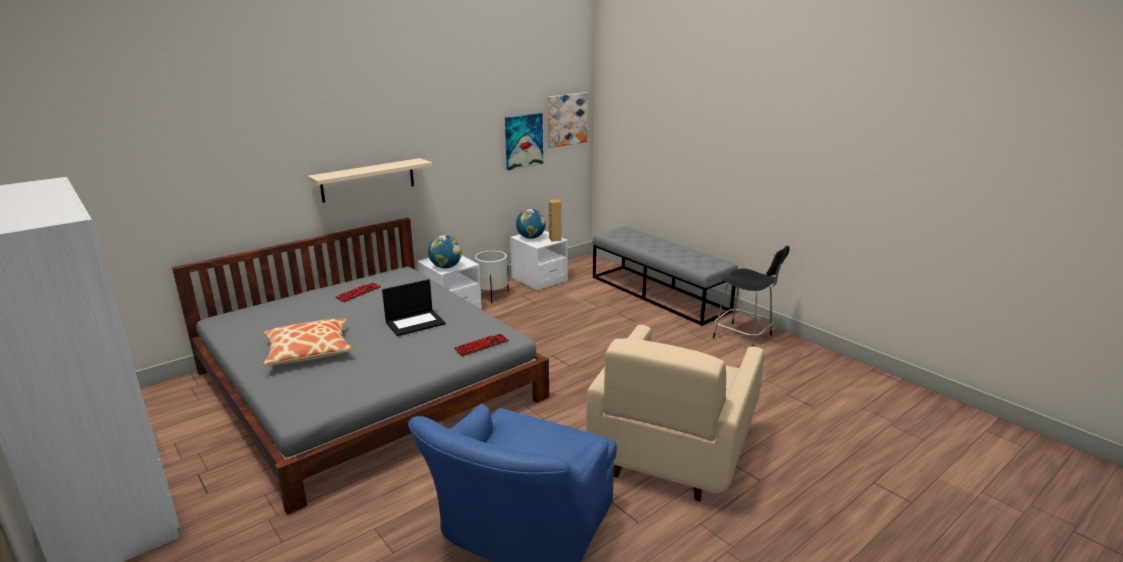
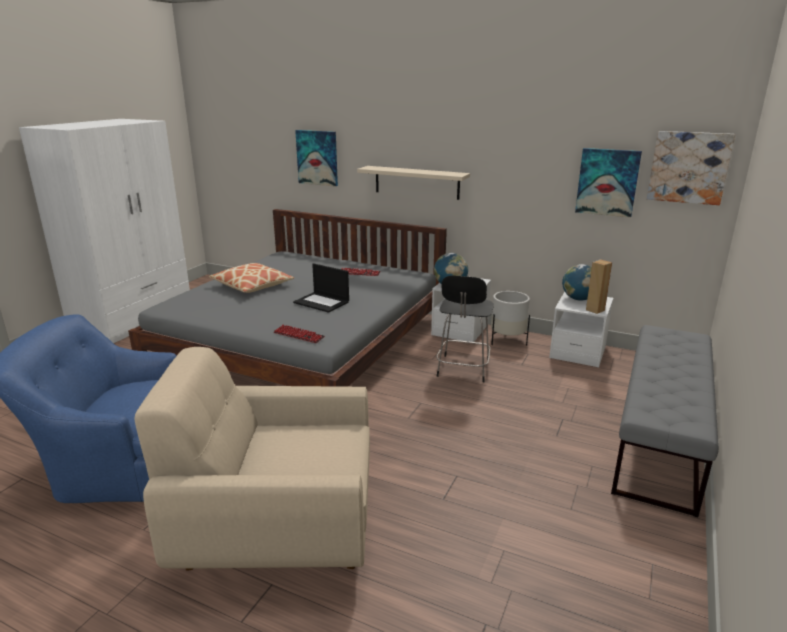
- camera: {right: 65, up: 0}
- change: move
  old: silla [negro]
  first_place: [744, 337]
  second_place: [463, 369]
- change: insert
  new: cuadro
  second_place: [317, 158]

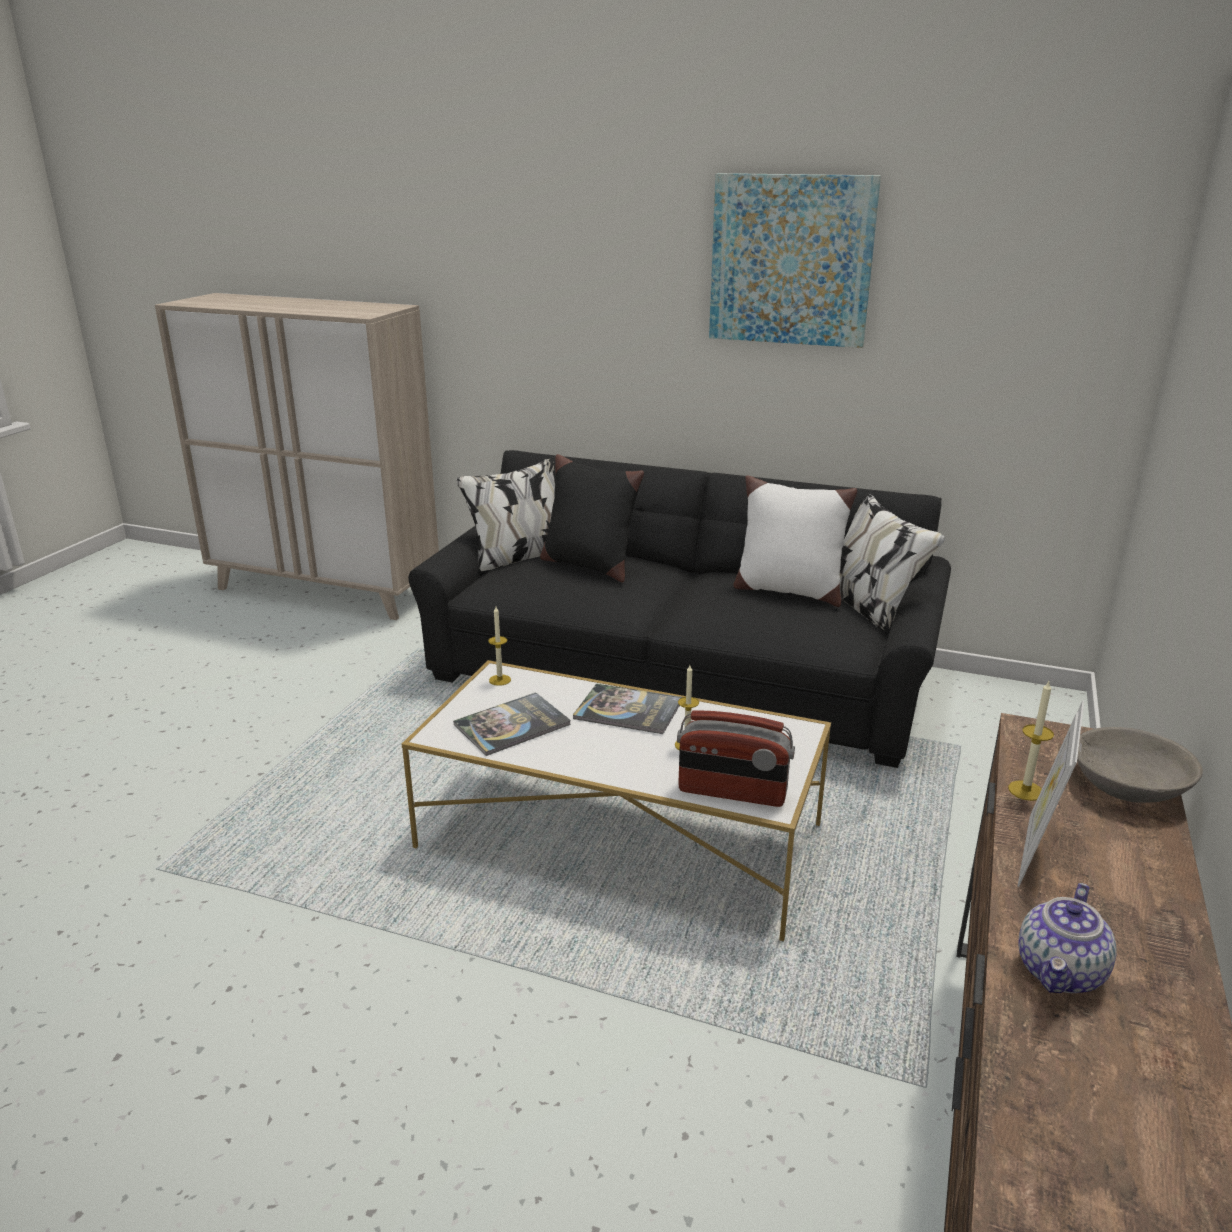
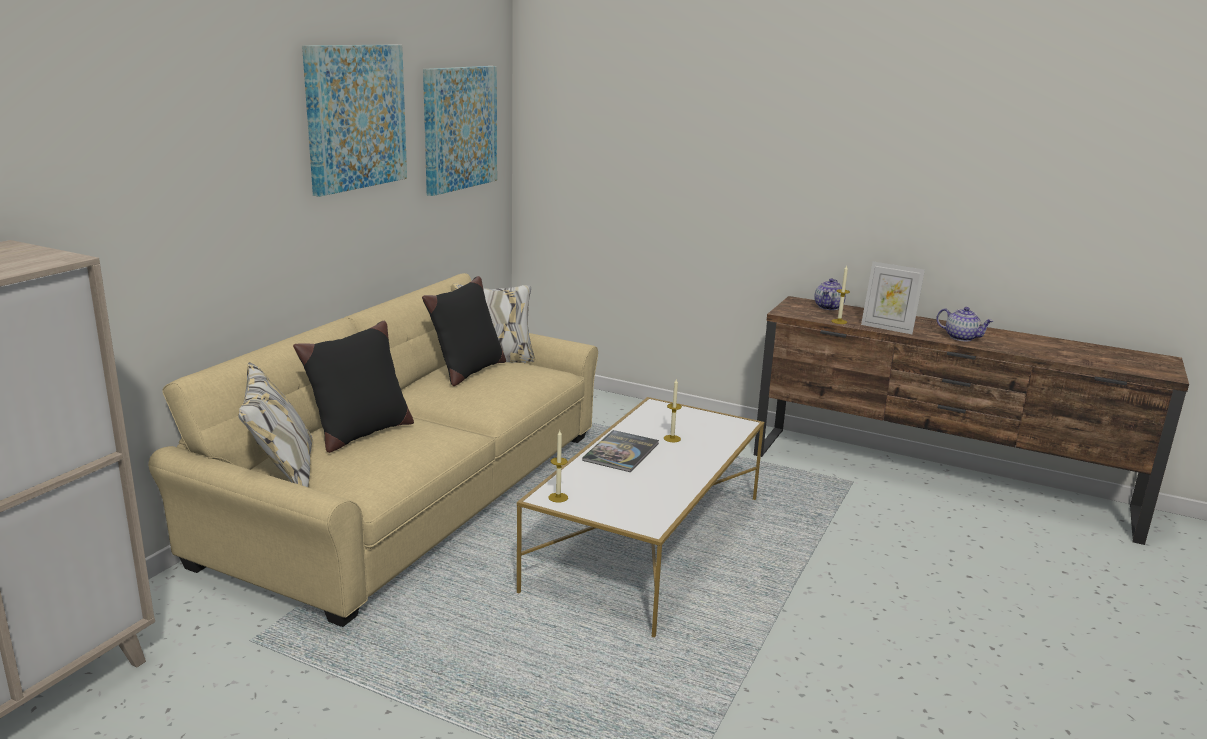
- camera: {right: -85, up: -5}
- change: recolor
  old: sofá [negro]
  new: sofá [beis]
  first_place: [679, 675]
  second_place: [414, 493]
- change: delete
  old: libro
  first_place: [512, 725]
- change: delete
  old: radio
  first_place: [732, 792]
- change: recolor
  old: cojín [blanco]
  new: cojín [negro]
  first_place: [788, 591]
  second_place: [467, 372]
- change: replace
  old: cuenco [gris]
  new: tetera
  first_place: [1129, 785]
  second_place: [829, 307]
- change: insert
  new: cuadro
  second_place: [459, 128]

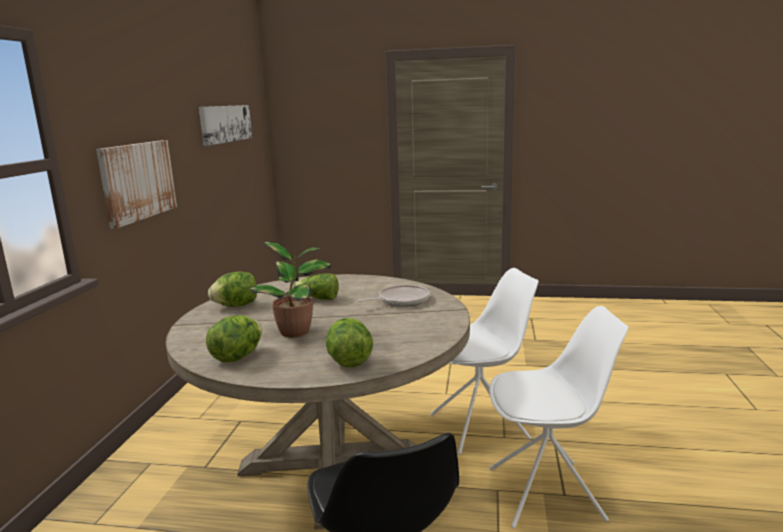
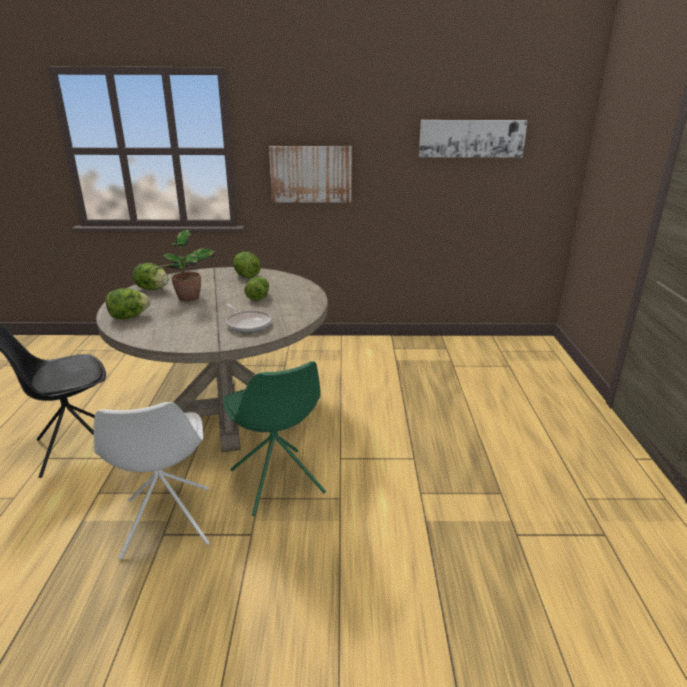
- camera: {right: 80, up: 10}
- change: recolor
  old: silla [blanco]
  new: silla [verde]
  first_place: [481, 426]
  second_place: [277, 482]

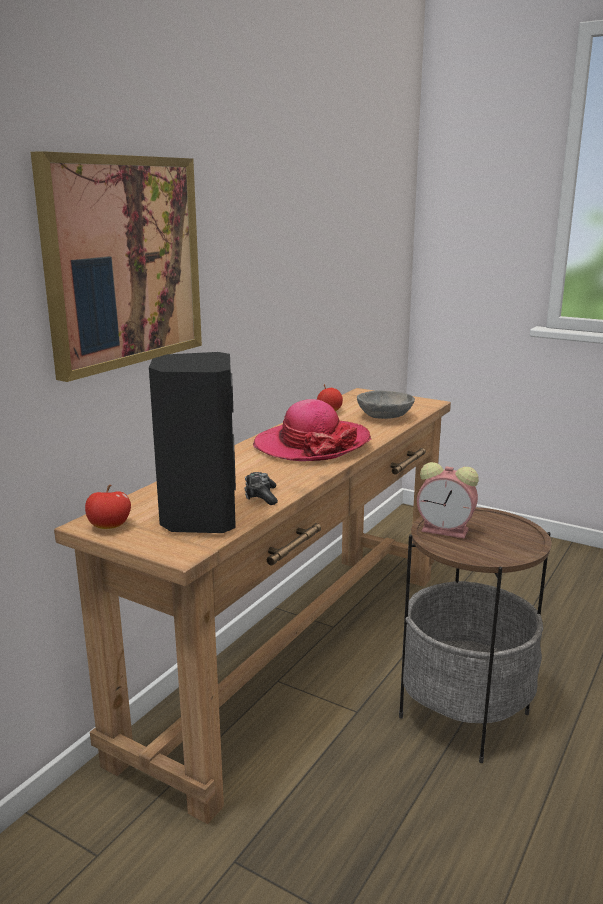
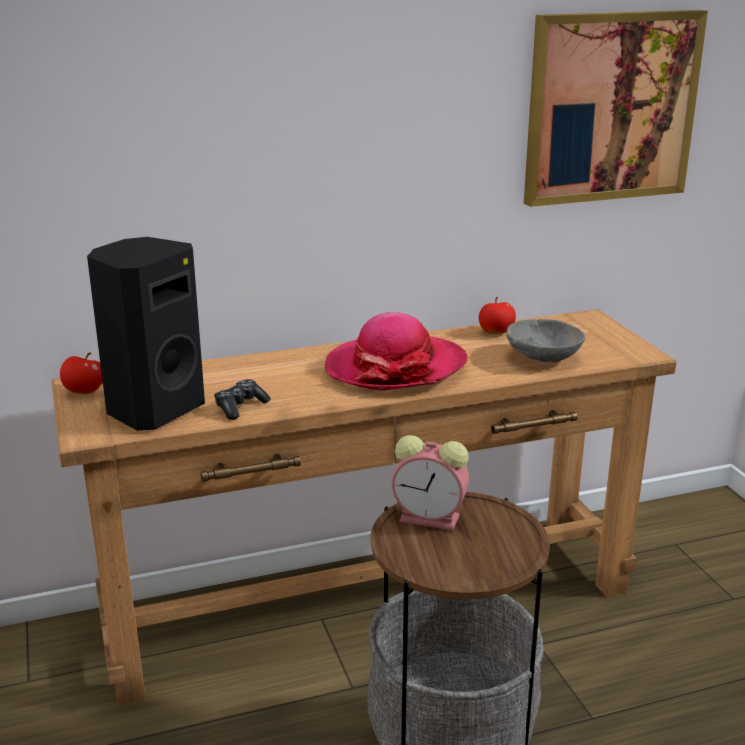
- camera: {right: 40, up: 5}
- change: move
  old: cuadro
  first_place: [123, 262]
  second_place: [610, 107]
- change: rotate
  old: despertador
  first_place: [447, 530]
  second_place: [432, 518]
  degrees: -45

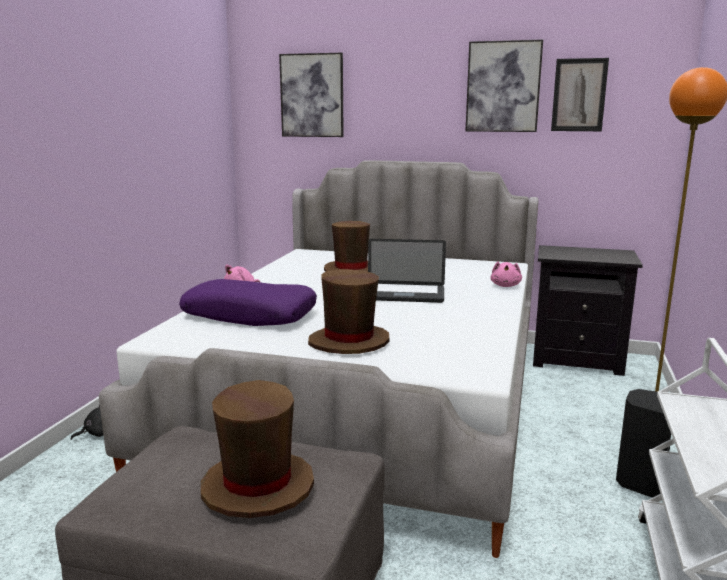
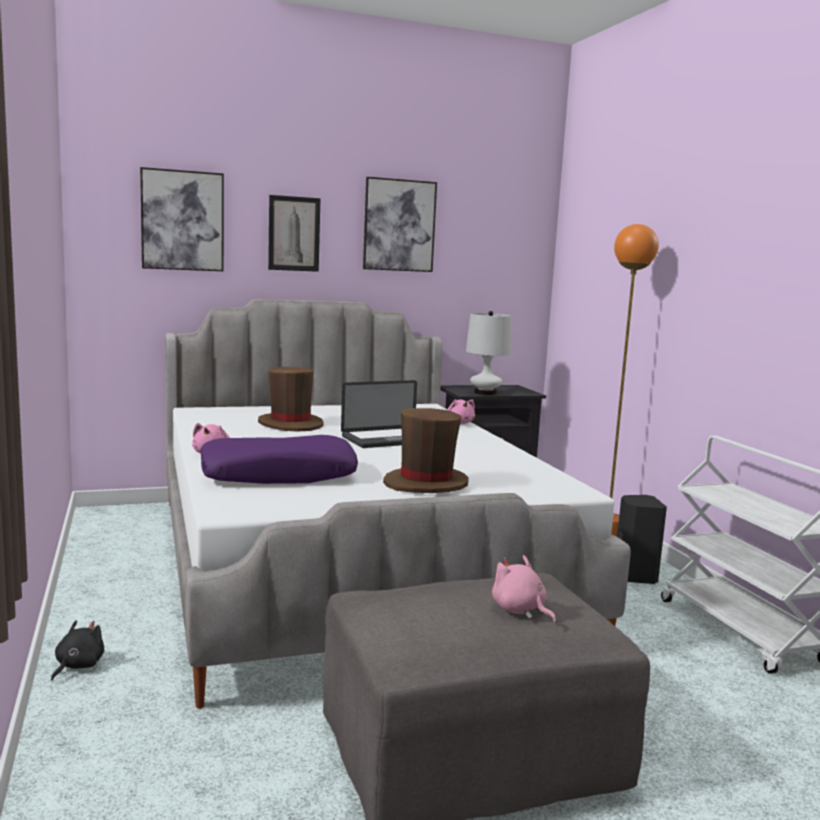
- camera: {right: -35, up: -5}
- change: replace
  old: sombrero [marrón]
  new: peluche [rosa]
  first_place: [257, 486]
  second_place: [520, 610]
- change: move
  old: cuadro
  first_place: [579, 95]
  second_place: [294, 233]
- change: insert
  new: lámpara de mesa [blanco]
  second_place: [485, 393]

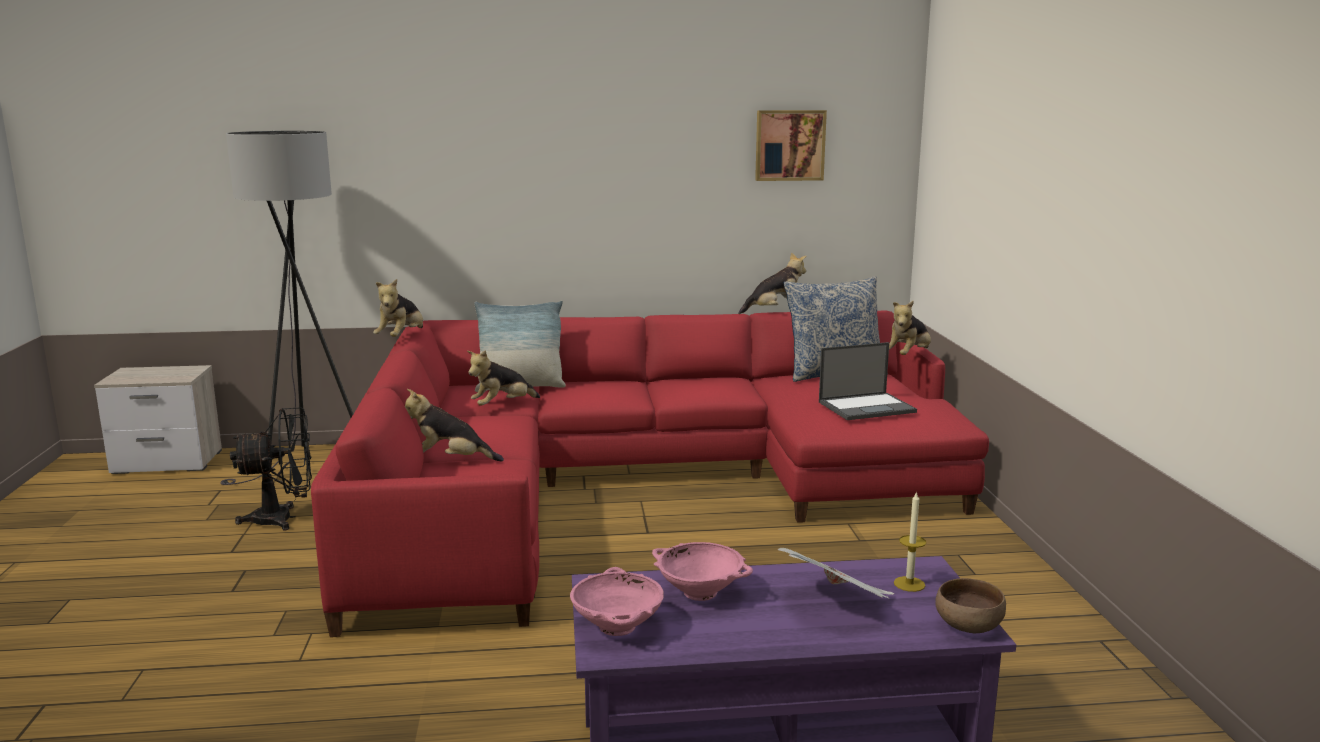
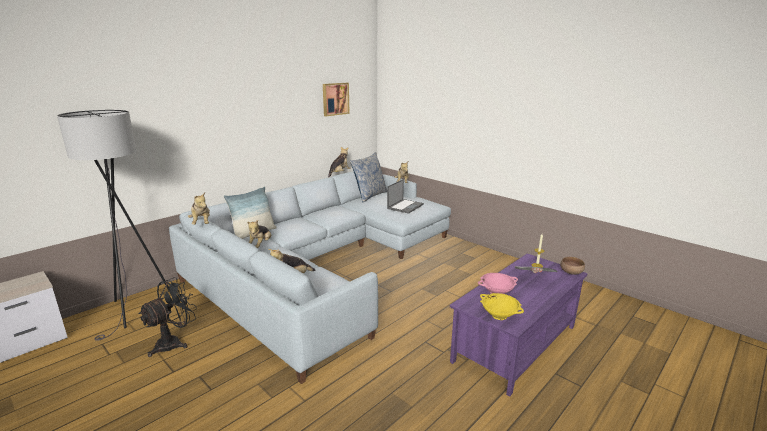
- camera: {right: -40, up: 5}
- change: recolor
  old: sofá [rojo]
  new: sofá [gris]
  first_place: [638, 486]
  second_place: [323, 264]
- change: recolor
  old: cuenco [rosa]
  new: cuenco [amarillo]
  first_place: [617, 626]
  second_place: [499, 315]

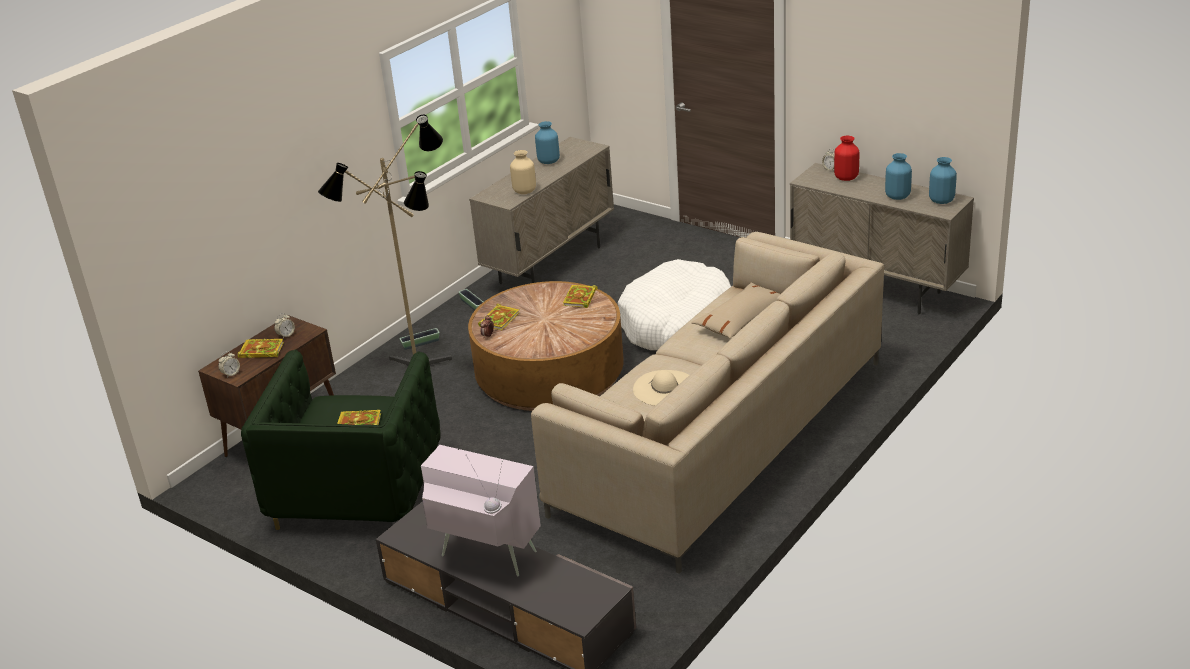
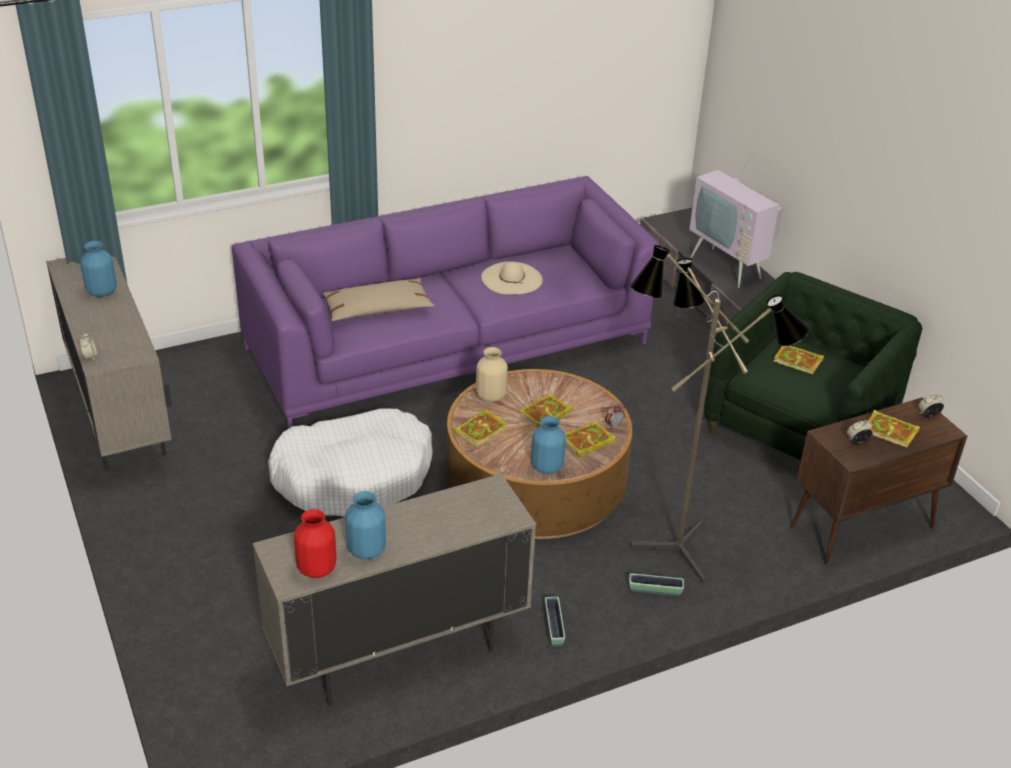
- camera: {right: -155, up: 5}
- change: move
  old: florero [beis]
  first_place: [525, 191]
  second_place: [490, 396]
- change: recolor
  old: sofá [beis]
  new: sofá [morado]
  first_place: [721, 435]
  second_place: [448, 346]
- change: move
  old: florero [rojo]
  first_place: [846, 178]
  second_place: [316, 568]
- change: move
  old: florero [azul]
  first_place: [941, 200]
  second_place: [547, 467]
- change: insert
  new: libro
  second_place: [544, 414]

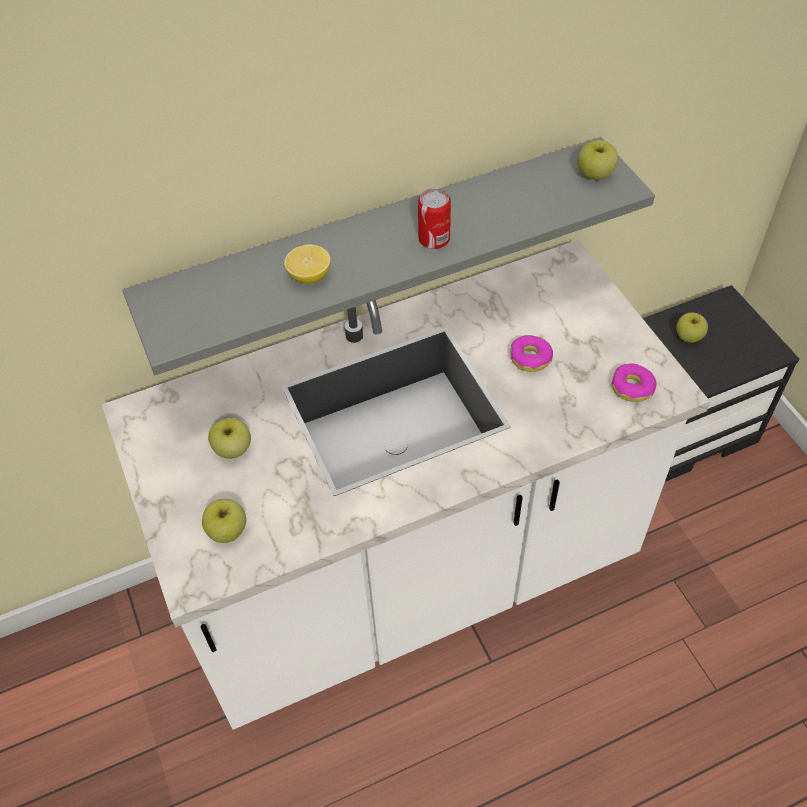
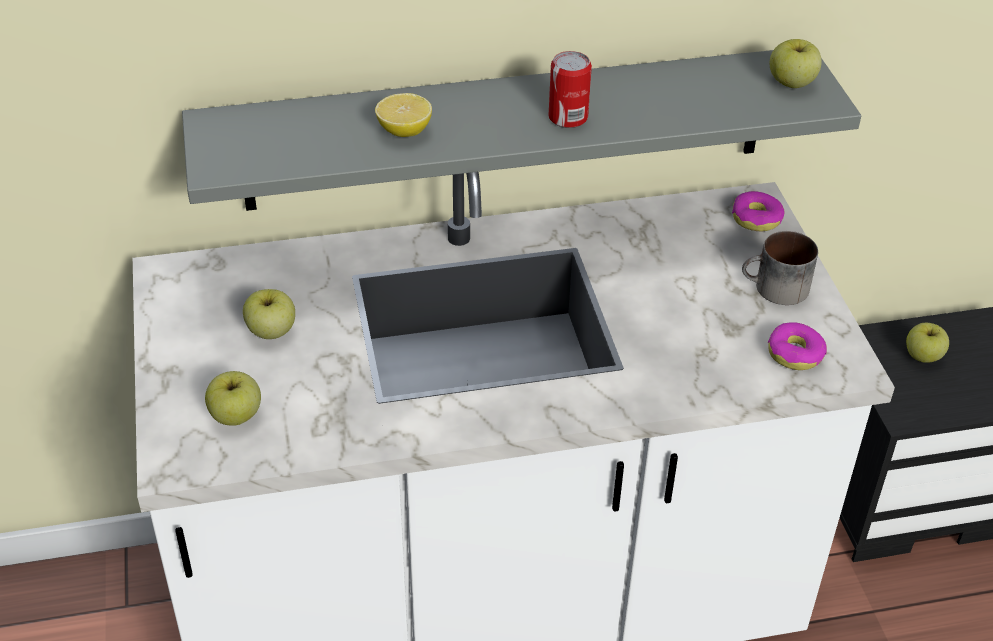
- camera: {right: 10, up: -10}
- change: move
  old: rosquilla
  first_place: [530, 358]
  second_place: [756, 218]
- change: insert
  new: taza grande
  second_place: [775, 289]

